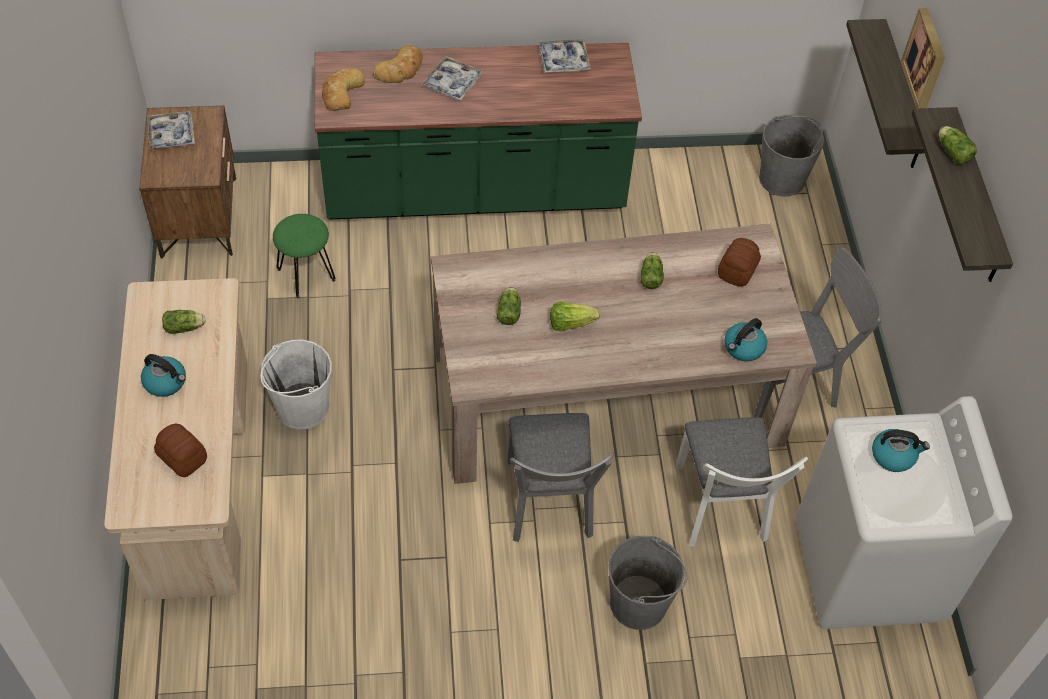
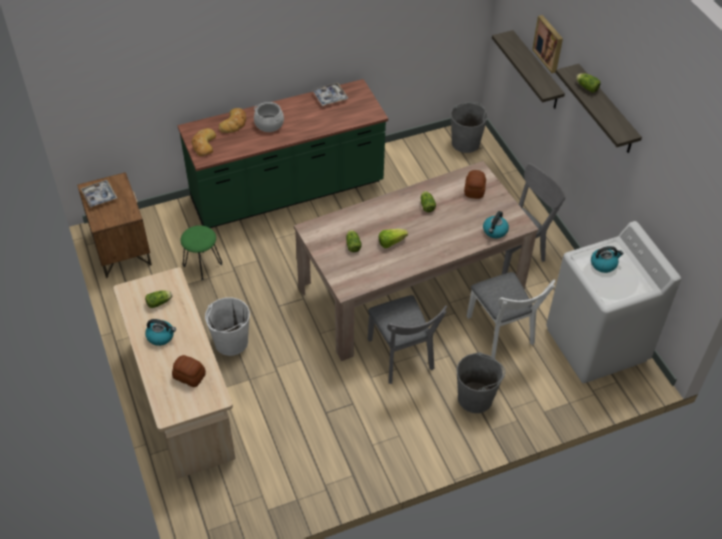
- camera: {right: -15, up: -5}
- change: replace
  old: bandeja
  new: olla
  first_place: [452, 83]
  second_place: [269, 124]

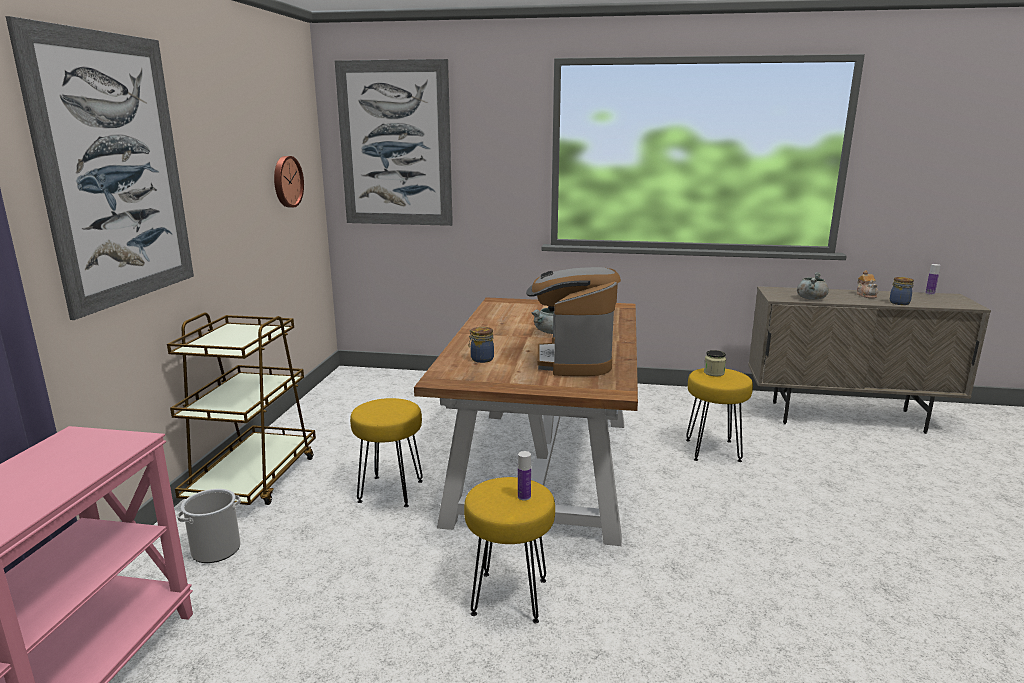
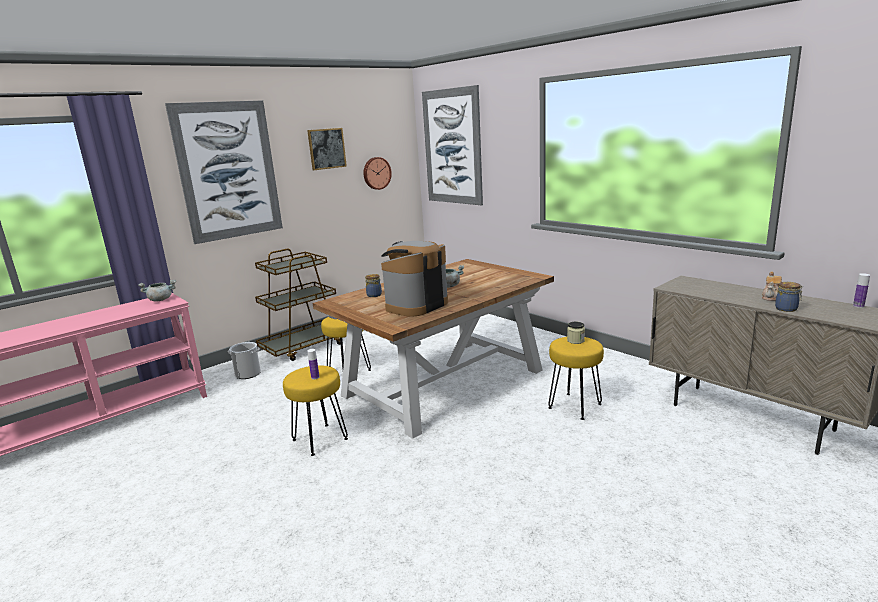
- camera: {right: 40, up: 0}
- change: move
  old: olla [gris]
  first_place: [811, 298]
  second_place: [161, 300]
- change: insert
  new: cuadro
  second_place: [326, 148]

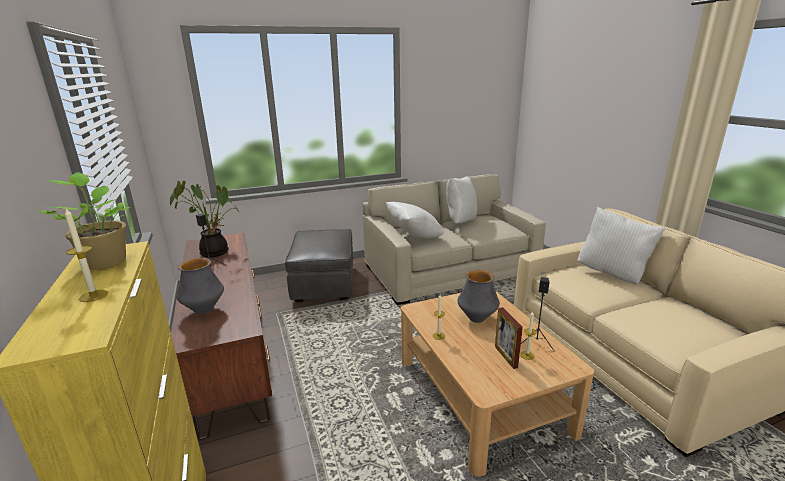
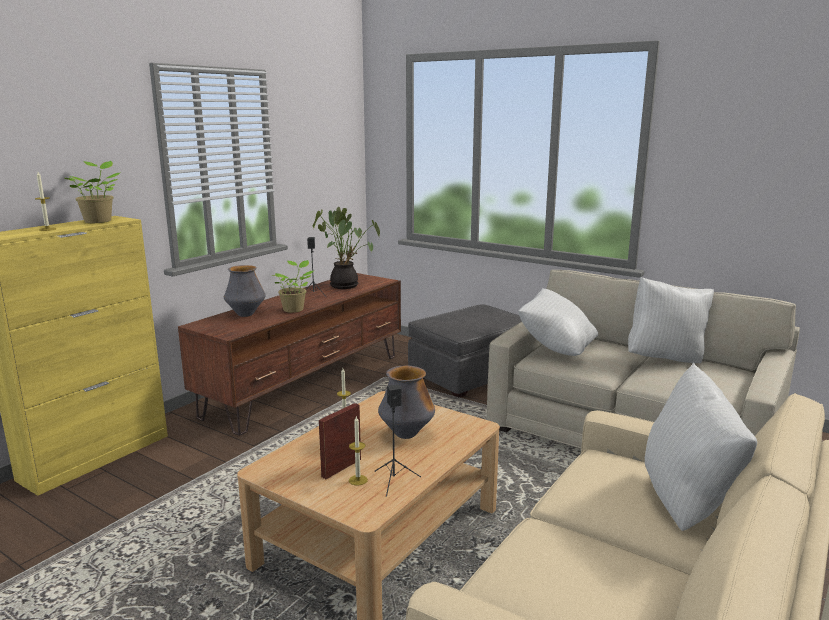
- camera: {right: 55, up: -5}
- change: insert
  new: planta en maceta
  second_place: [294, 309]

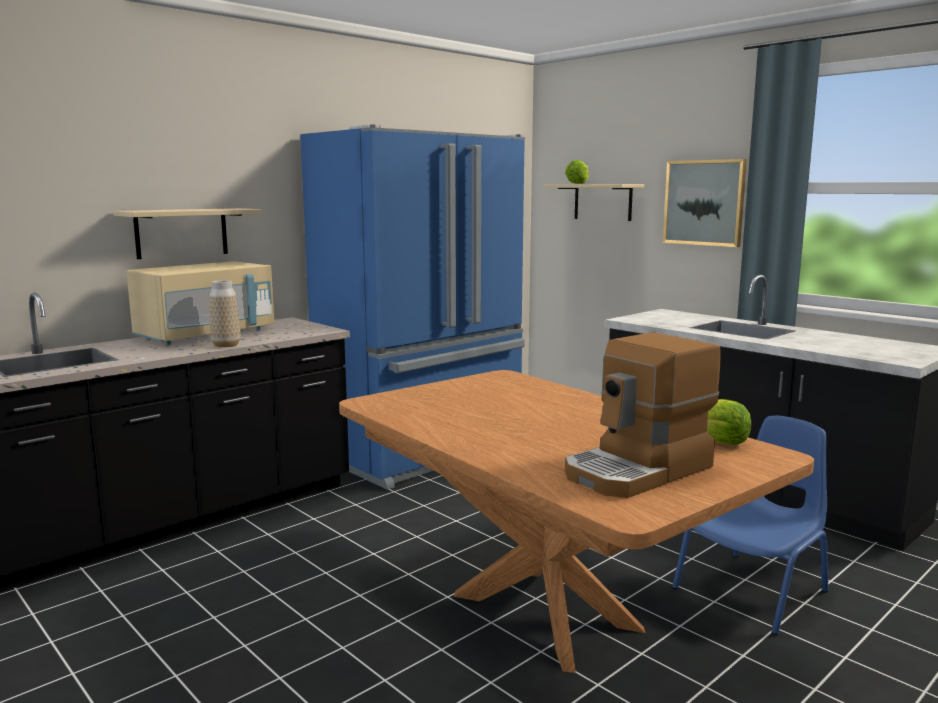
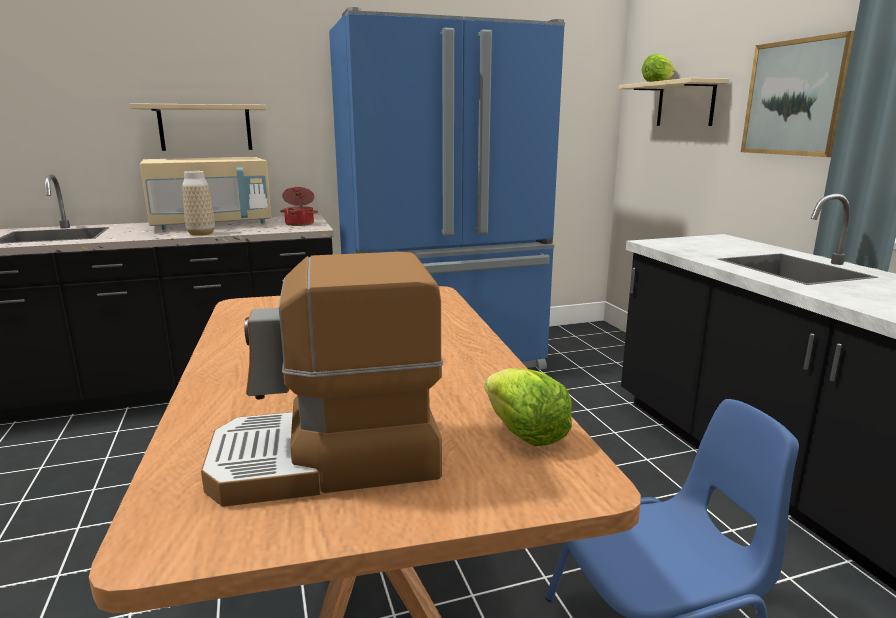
- camera: {right: 25, up: 5}
- change: insert
  new: olla
  second_place: [300, 224]

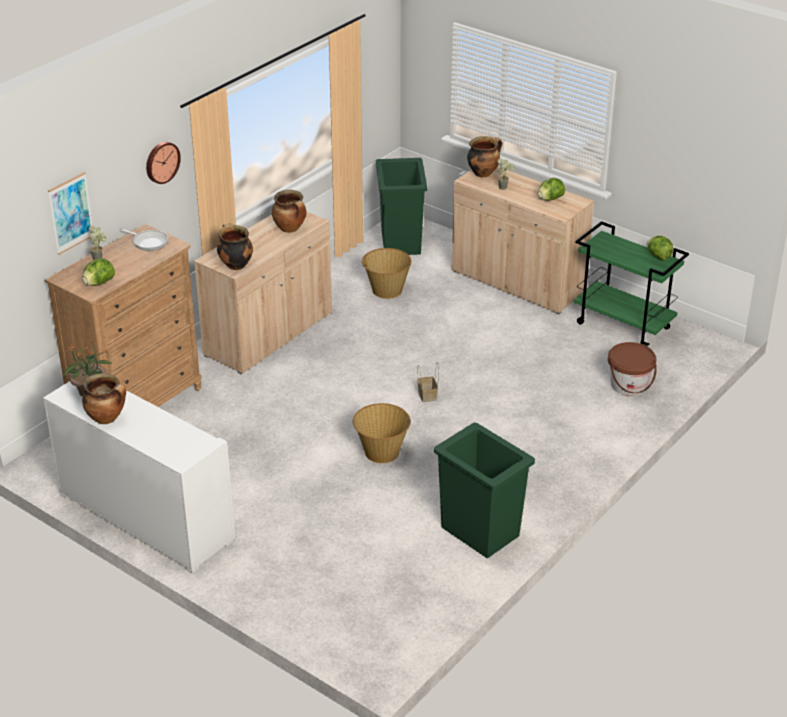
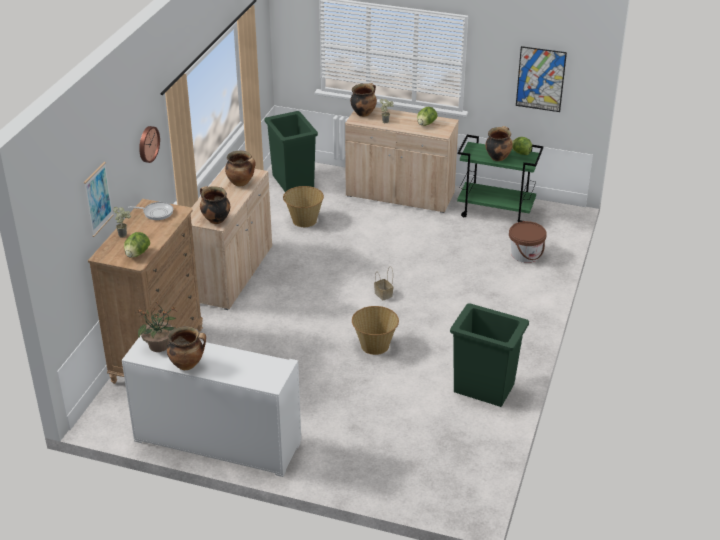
- camera: {right: -20, up: 0}
- change: insert
  new: olla
  second_place: [498, 157]
- change: insert
  new: cuadro
  second_place: [540, 79]

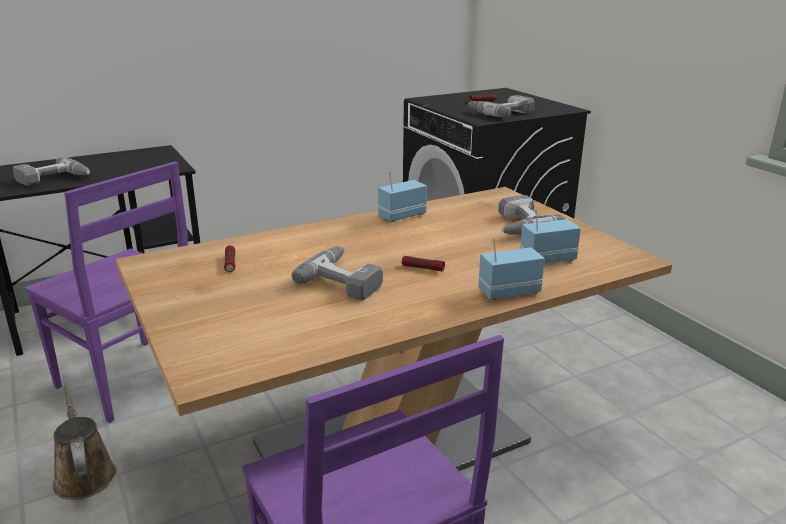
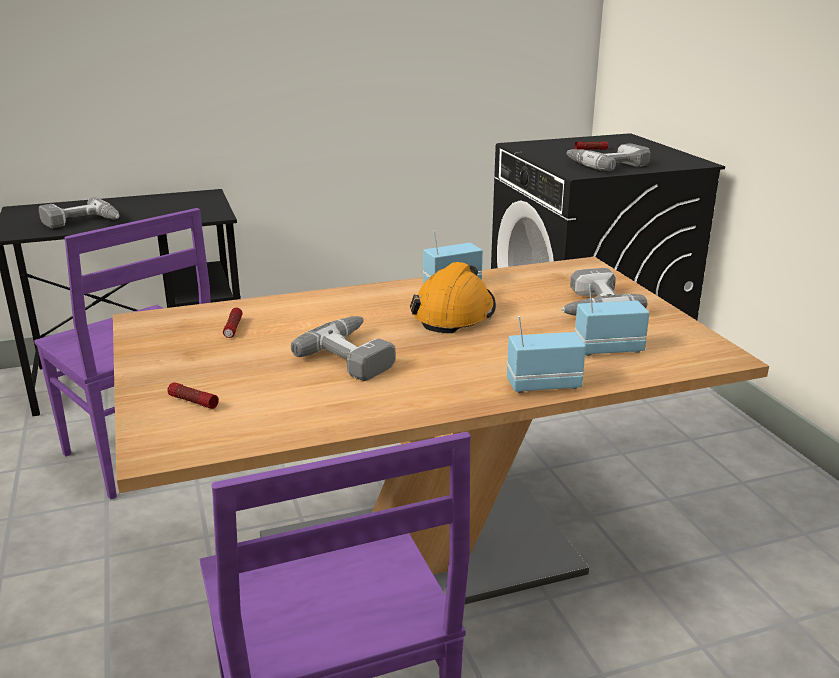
- camera: {right: 10, up: 0}
- change: delete
  old: regadera [marrón]
  first_place: [84, 474]
- change: move
  old: linterna
  first_place: [422, 268]
  second_place: [193, 402]
- change: insert
  new: casco [naranja]
  second_place: [454, 314]

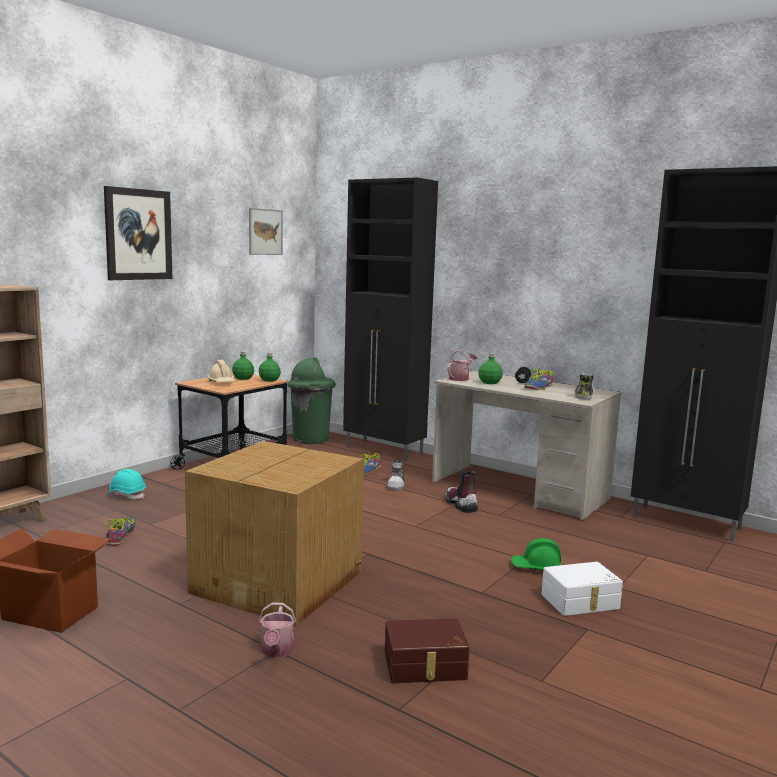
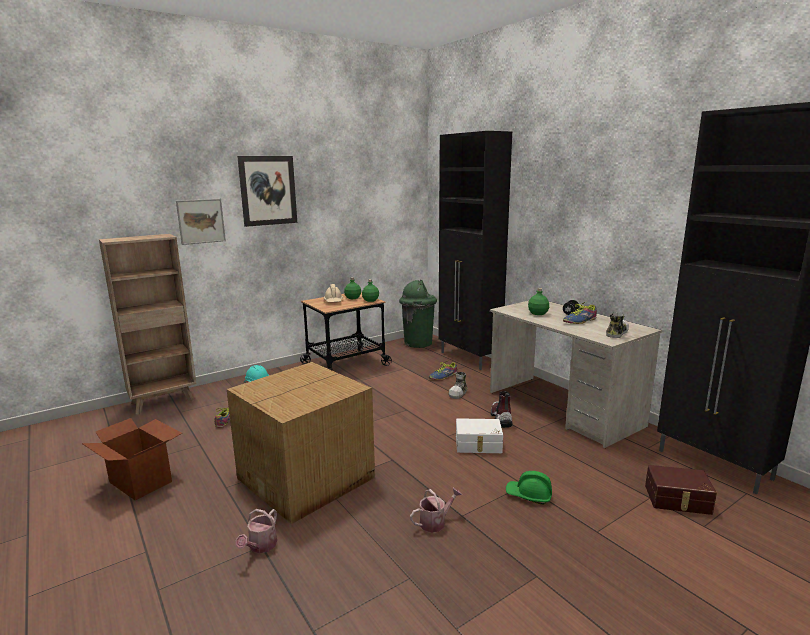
- camera: {right: 20, up: 5}
- change: move
  old: cuadro
  first_place: [265, 232]
  second_place: [201, 221]
- change: move
  old: caja de almacenaje [marrón]
  first_place: [425, 666]
  second_place: [678, 500]
- change: move
  old: regadera
  first_place: [460, 378]
  second_place: [435, 522]
- change: move
  old: caja de almacenaje [blanco]
  first_place: [581, 602]
  second_place: [478, 445]

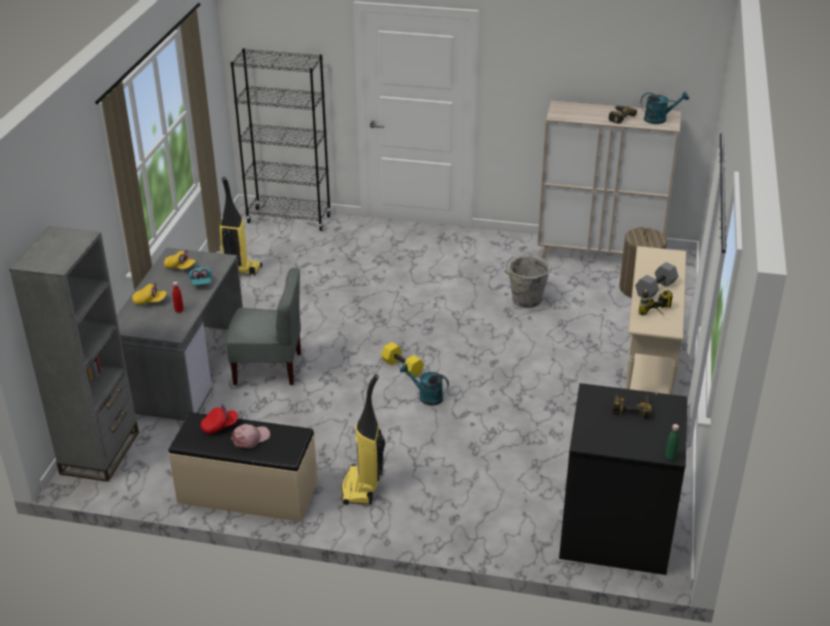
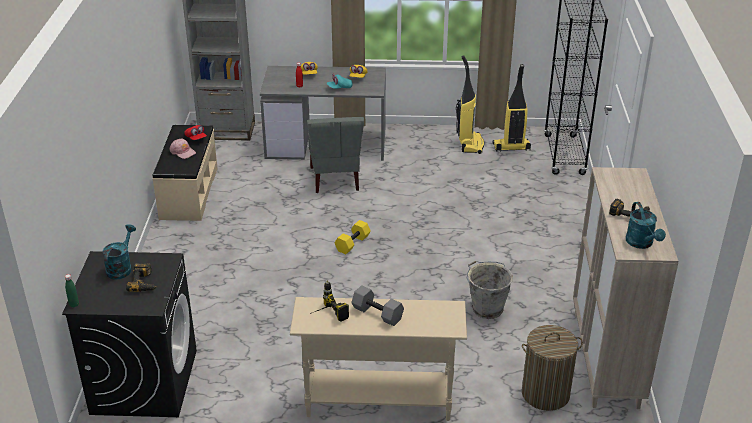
- camera: {right: 80, up: 0}
- change: move
  old: aspiradora
  first_place: [362, 487]
  second_place: [511, 147]
- change: move
  old: regadera [turquesa]
  first_place: [426, 396]
  second_place: [121, 267]

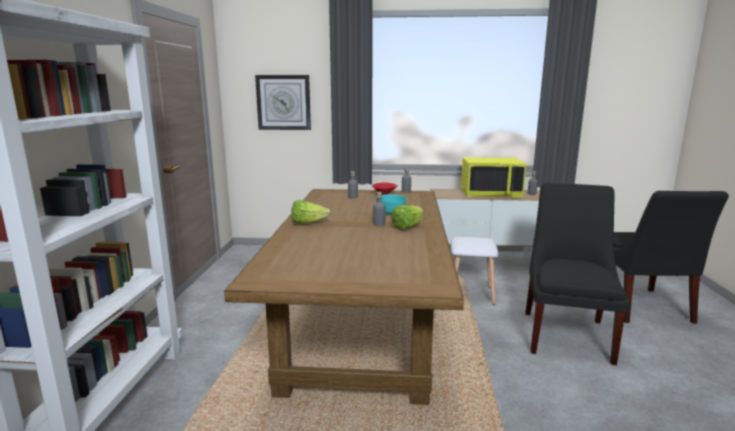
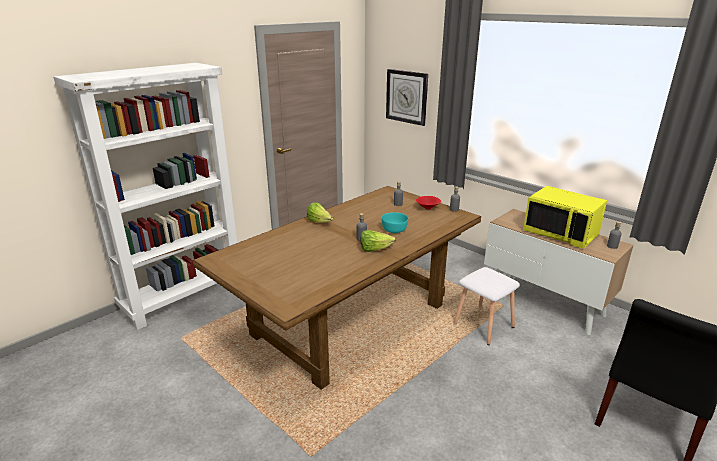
- camera: {right: 40, up: 10}
- change: delete
  old: silla [negro]
  first_place: [567, 333]

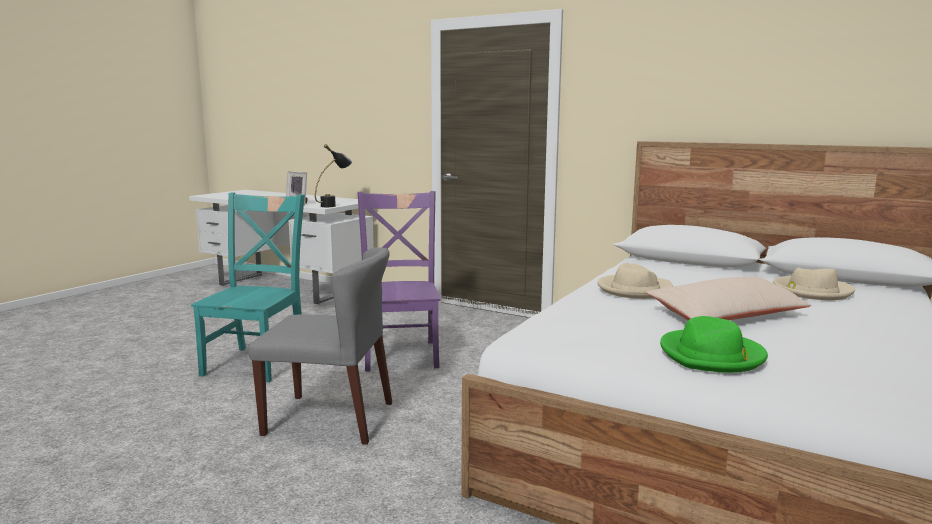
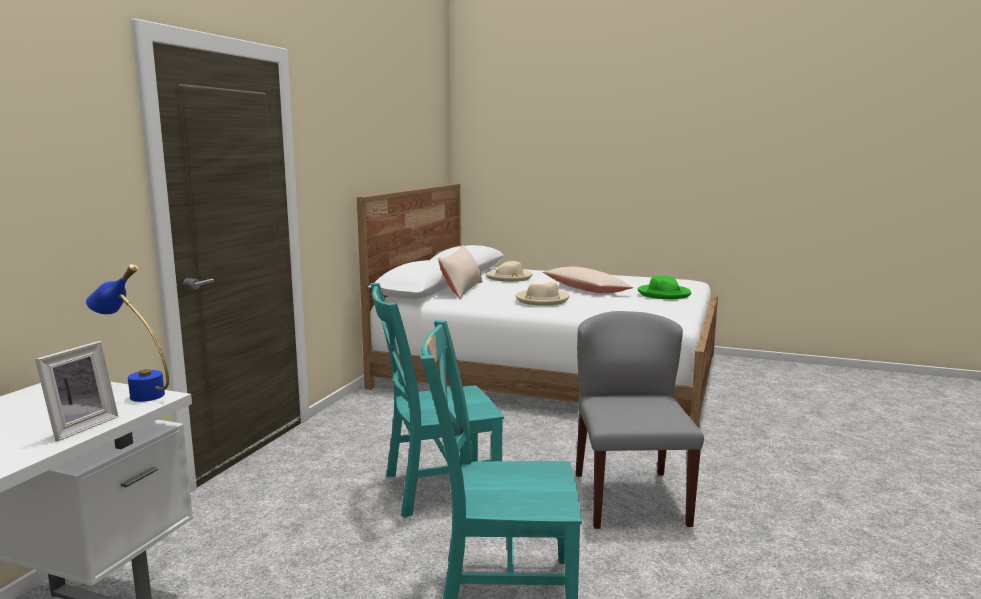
- camera: {right: -100, up: 0}
- change: recolor
  old: lámpara de mesa [negro]
  new: lámpara de mesa [azul]
  first_place: [333, 205]
  second_place: [137, 393]
- change: recolor
  old: silla [morado]
  new: silla [turquesa]
  first_place: [401, 353]
  second_place: [436, 488]
- change: insert
  new: cojín [beis]
  second_place: [461, 290]

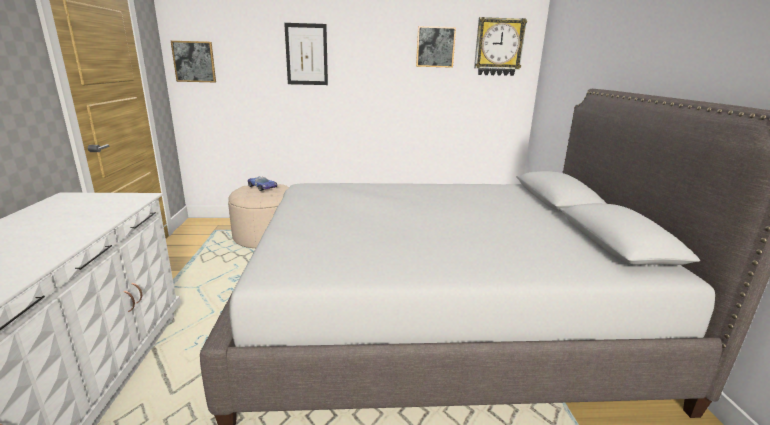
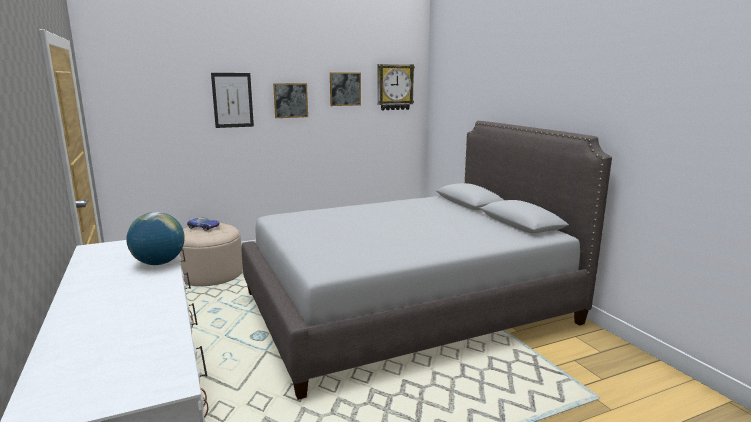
- camera: {right: -20, up: -5}
- change: move
  old: cuadro
  first_place: [194, 61]
  second_place: [290, 100]
- change: insert
  new: globo terráqueo
  second_place: [159, 263]

